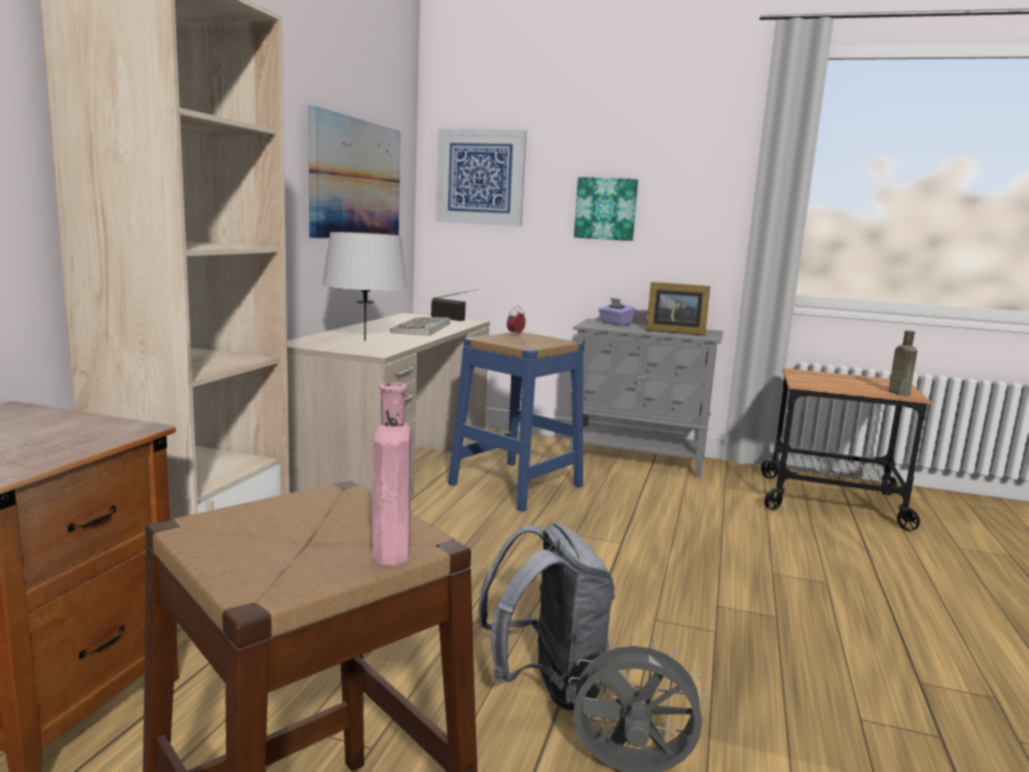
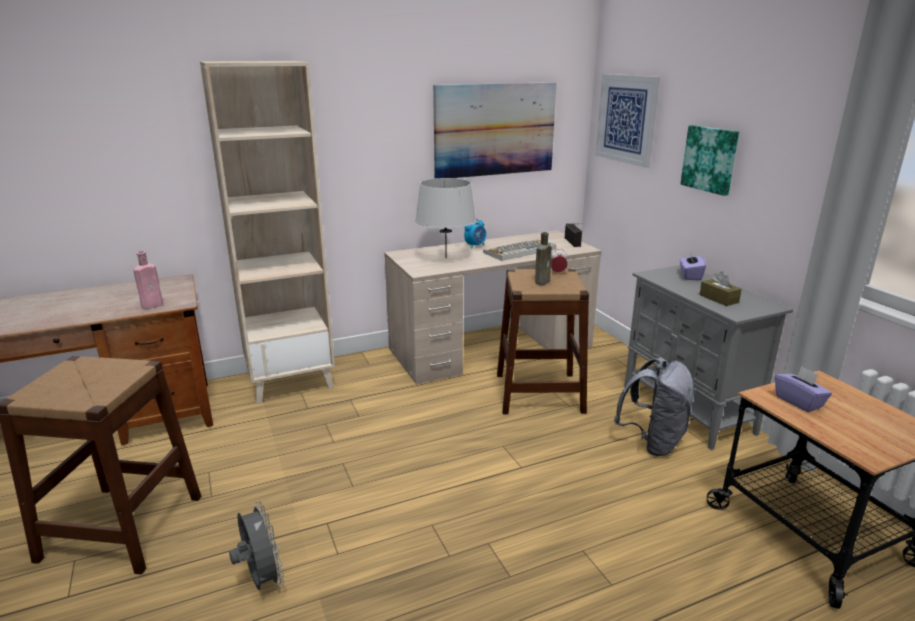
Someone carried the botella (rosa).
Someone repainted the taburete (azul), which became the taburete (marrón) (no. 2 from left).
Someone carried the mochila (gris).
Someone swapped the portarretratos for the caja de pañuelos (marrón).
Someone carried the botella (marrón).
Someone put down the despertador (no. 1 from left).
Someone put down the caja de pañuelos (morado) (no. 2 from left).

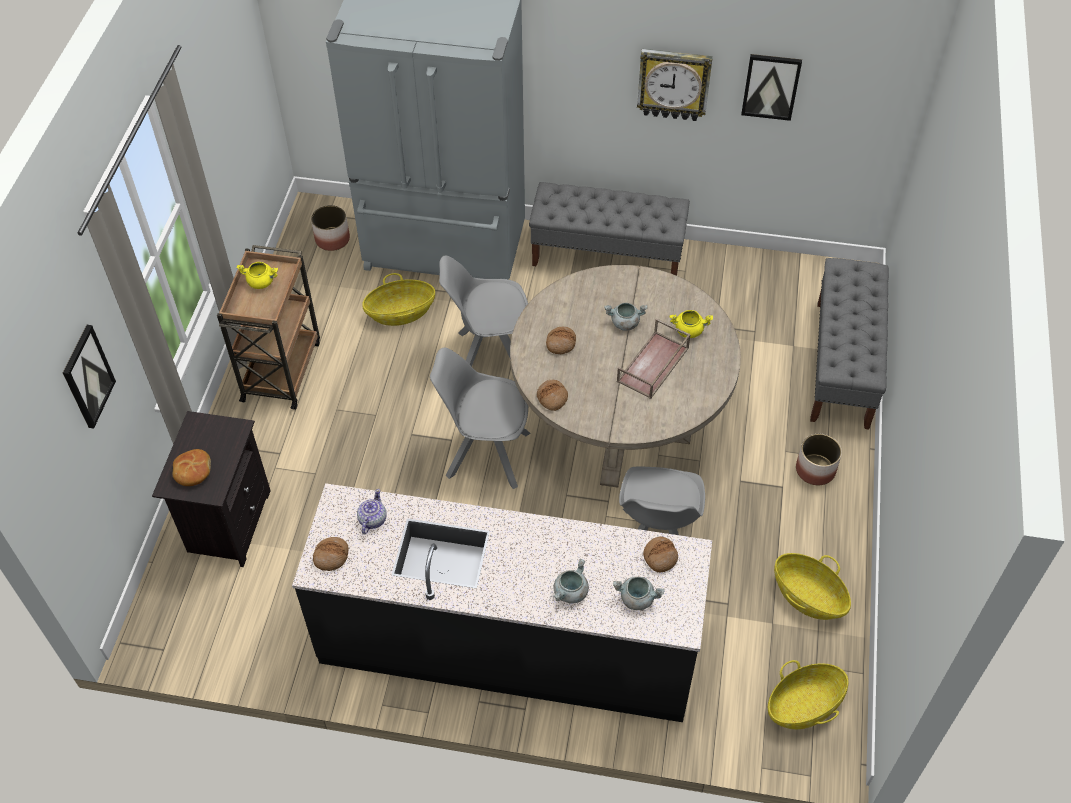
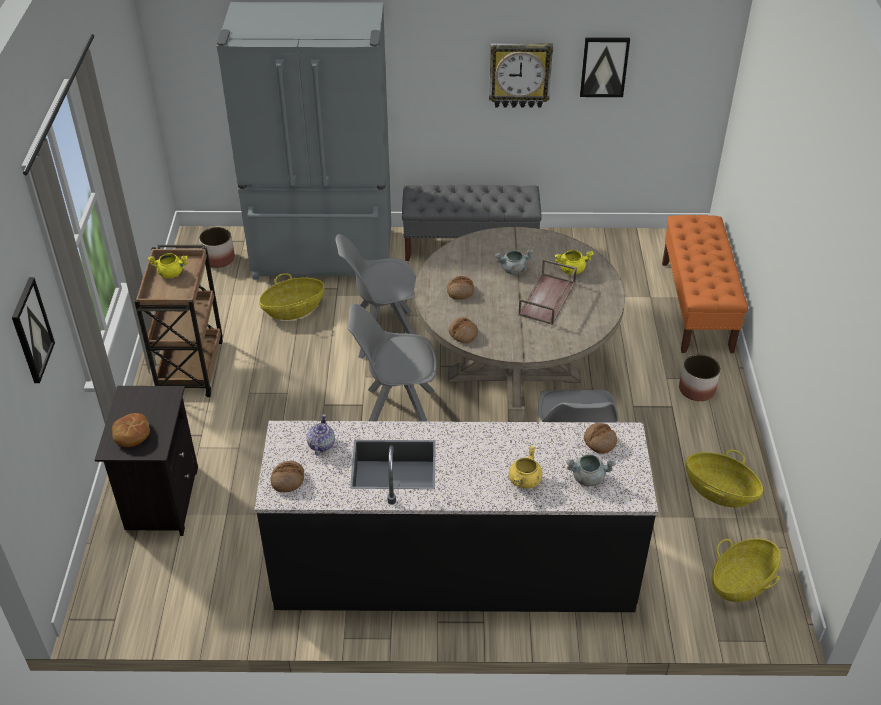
Someone repainted the olla (gris) (no. 1 from left), which became the olla (amarillo) (no. 2 from left).
Someone repainted the banco (gris) (no. 2 from left), which became the banco (naranja).

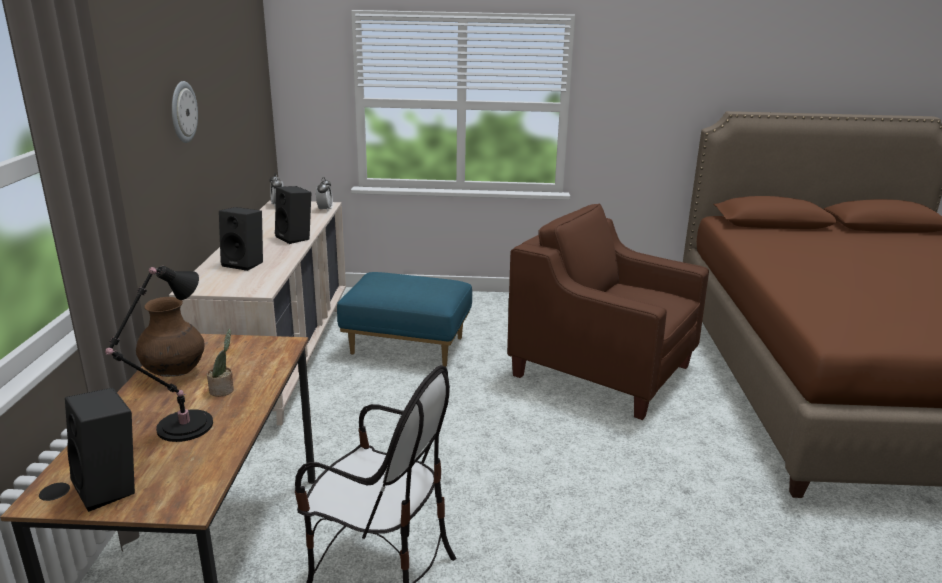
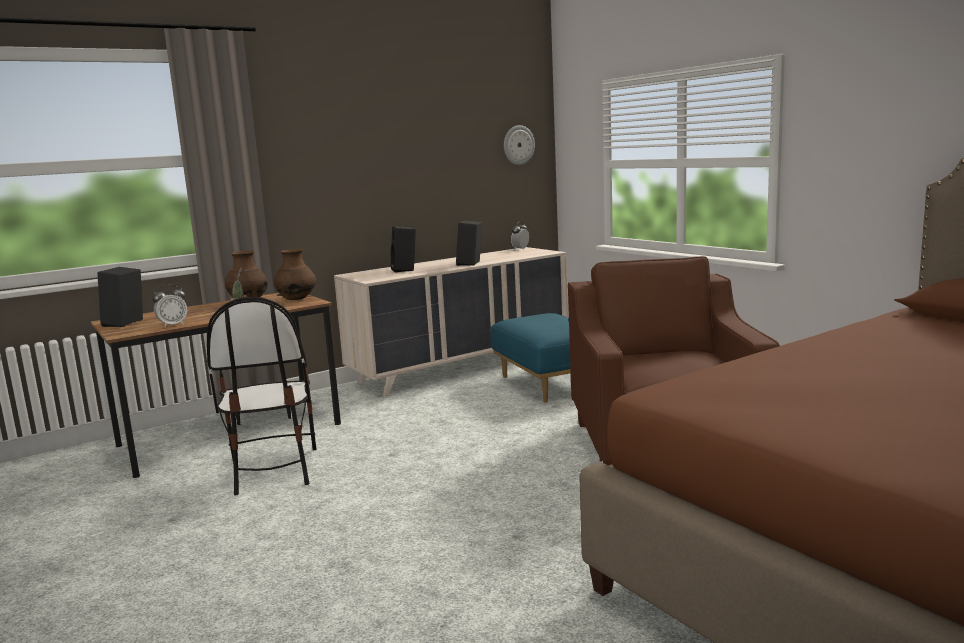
Someone took away the lámpara de mesa (negro).
Someone carried the reloj de pared.
Someone carried the despertador (no. 2 from left in the first image).
Someone put down the florero (marrón) (no. 2 from left).

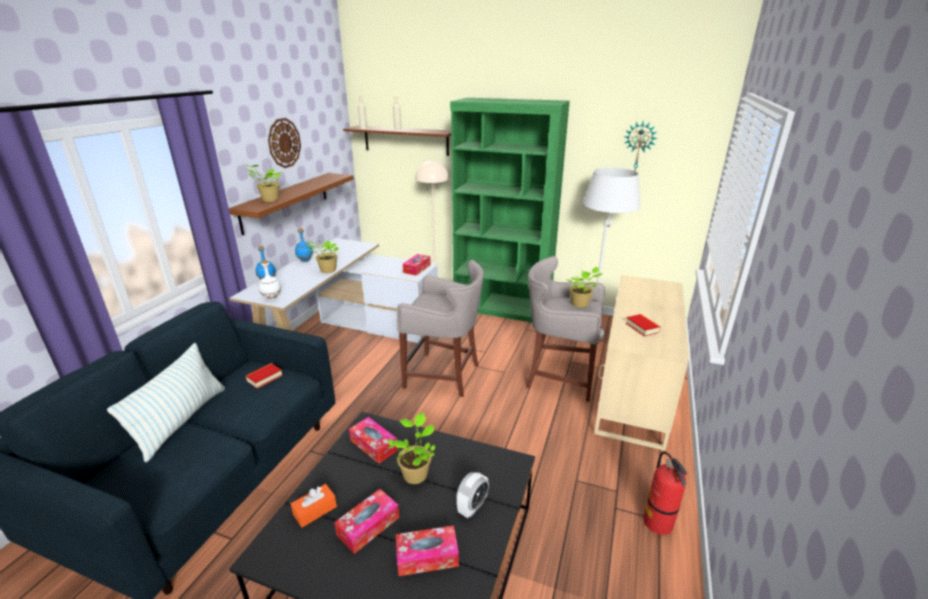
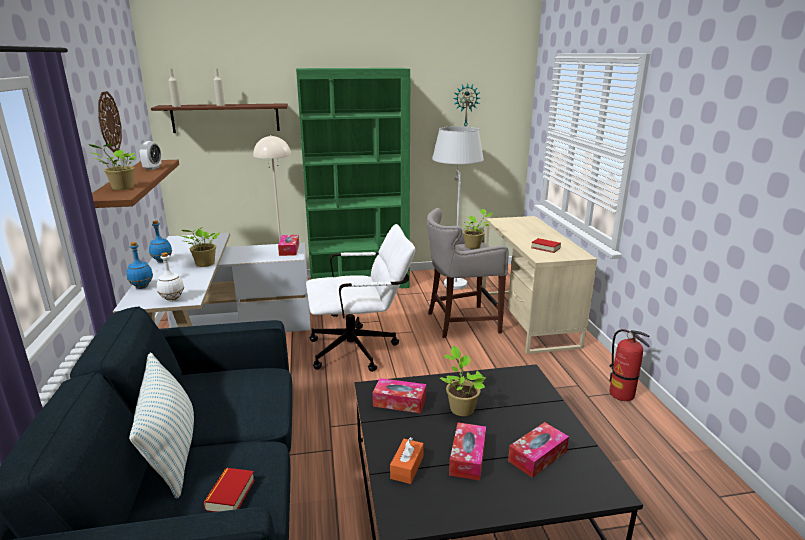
Someone carried the libro (no. 1 from left).
Someone swapped the taburete (gris) (no. 1 from left) for the silla de oficina (blanco).
Someone carried the despertador.

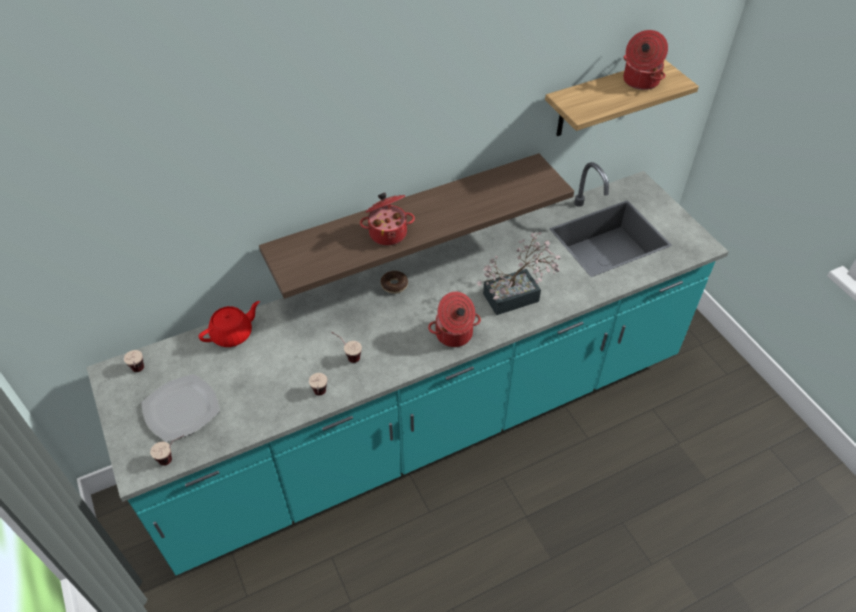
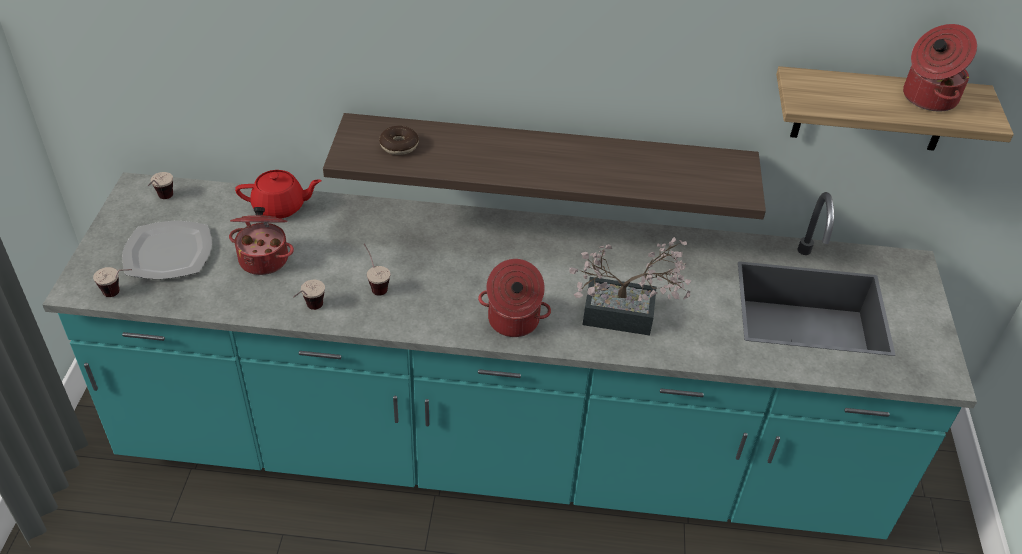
Someone carried the olla (no. 1 from left).
Someone carried the rosquilla.

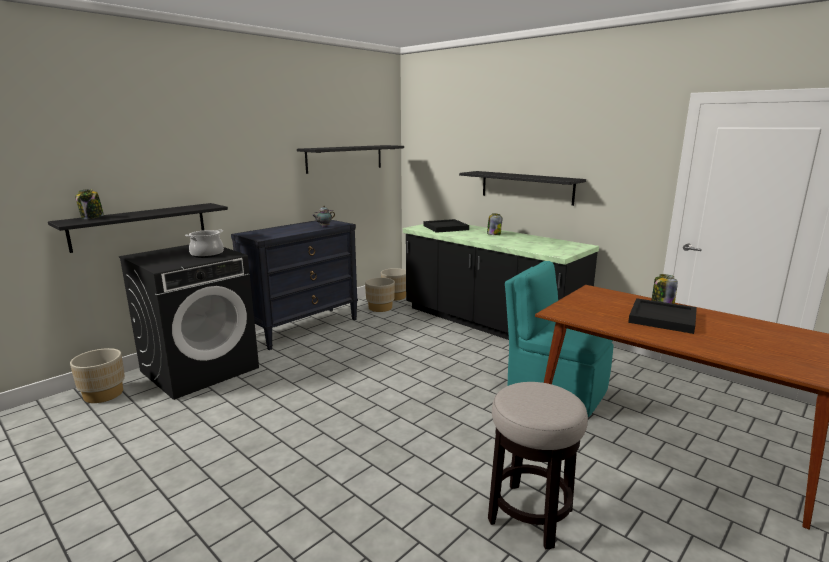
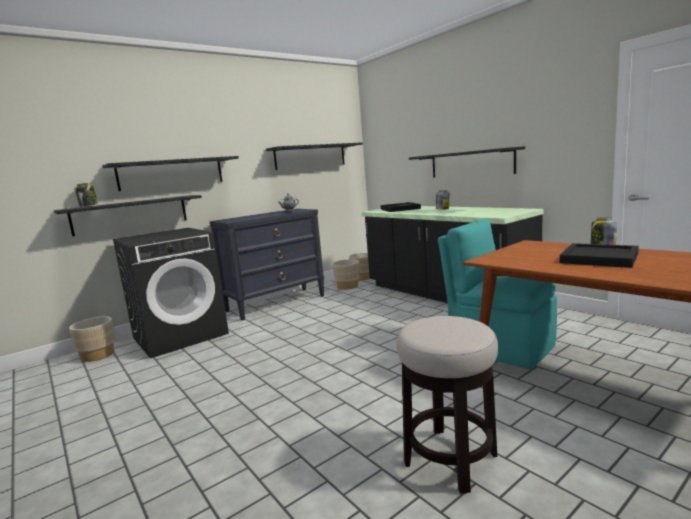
Someone took away the olla.
Someone put up the estante (negro) (no. 2 from left).

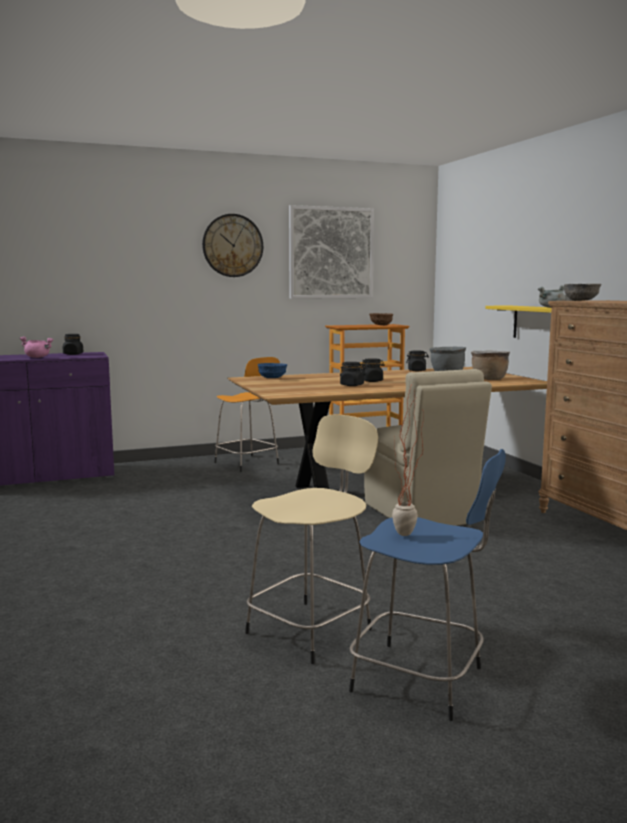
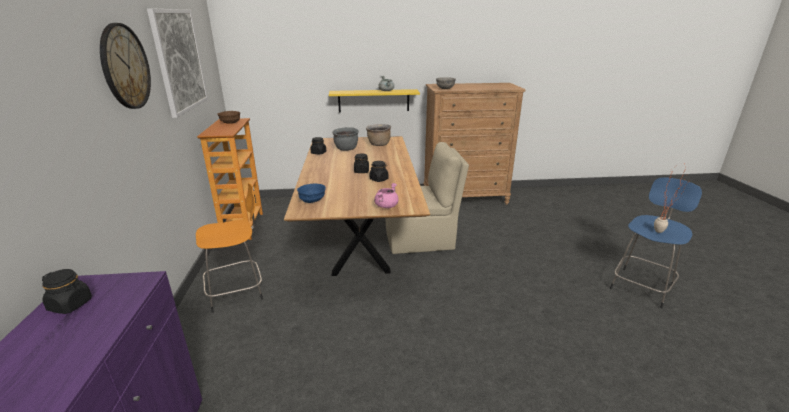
Someone carried the olla (rosa).
Someone took away the taburete (beis).

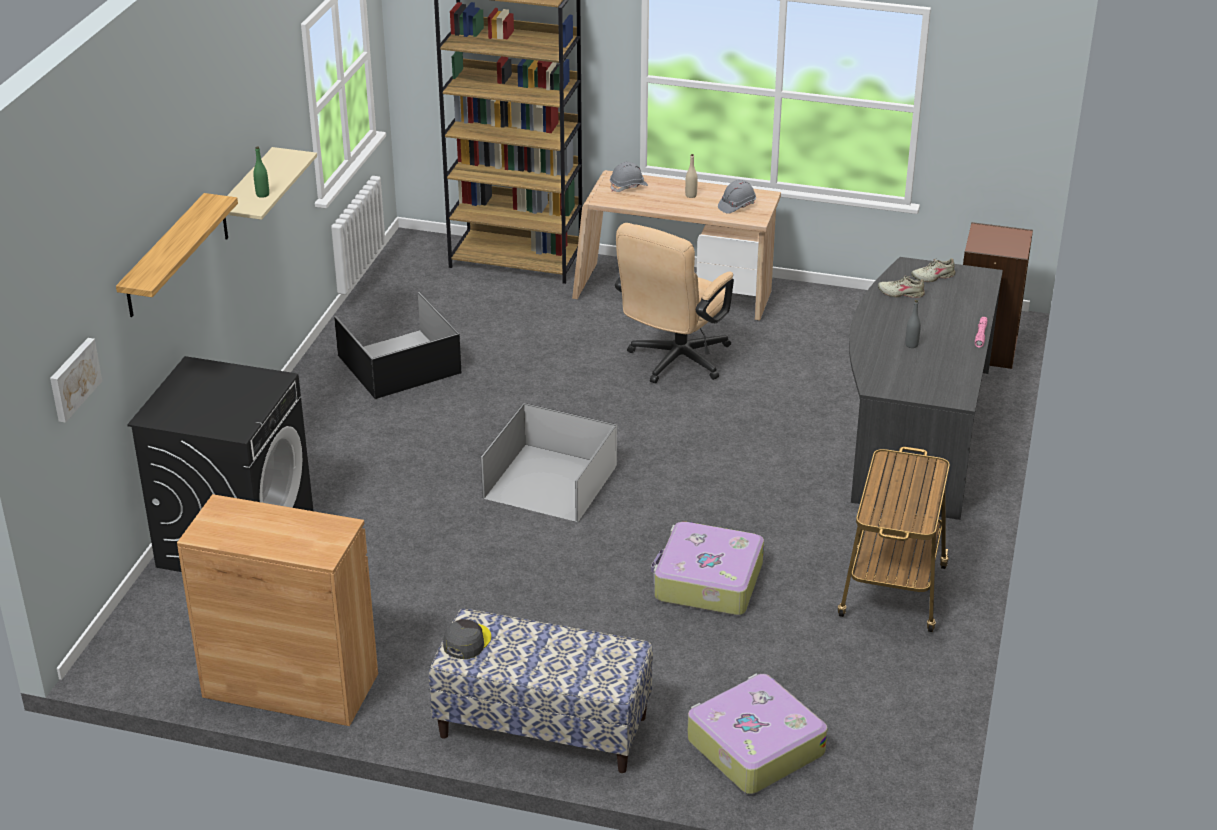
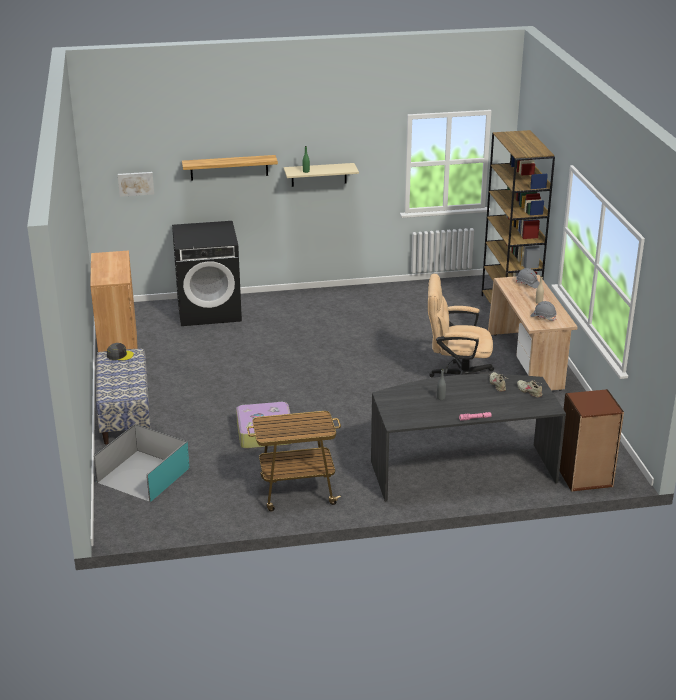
Someone took away the caja de almacenaje (negro).
Someone took away the caja de almacenaje (blanco).
Someone swapped the maleta (no. 2 from left) for the caja de almacenaje (turquesa).

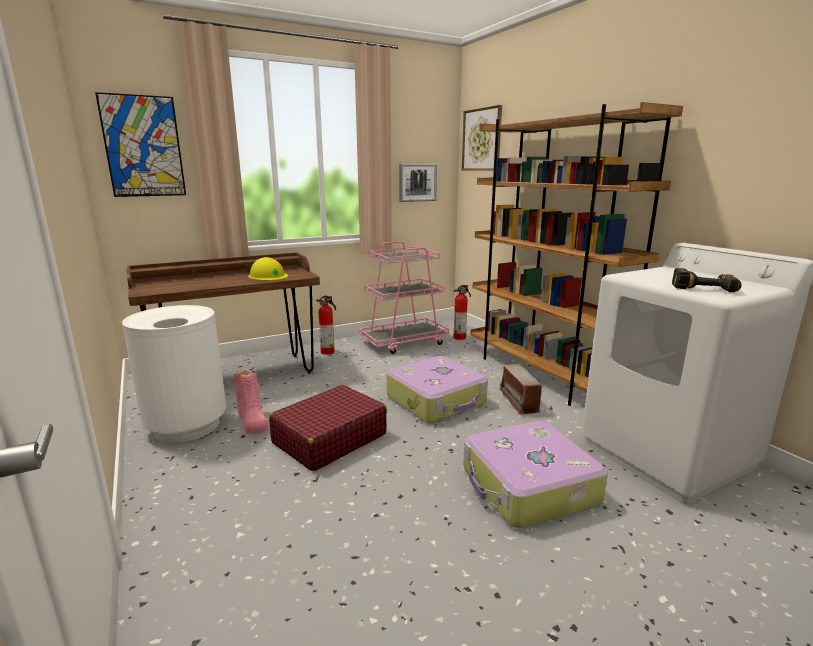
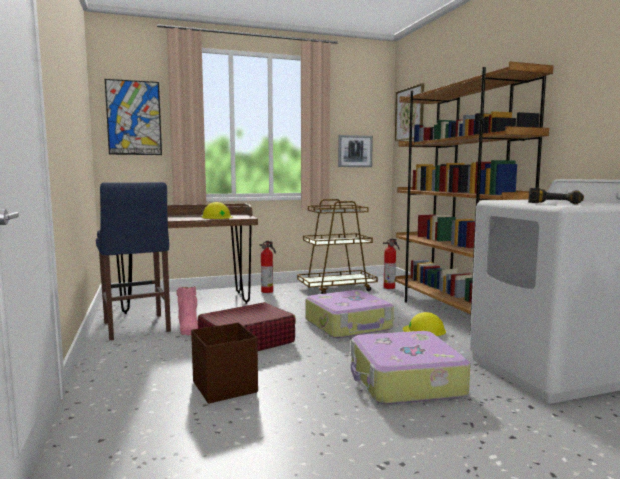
Someone swapped the papelera (blanco) for the taburete (azul).
Someone repainted the carrito (rosa), which became the carrito (marrón).
Someone swapped the radio for the casco (amarillo) (no. 2 from left).
Someone put down the caja de almacenaje (marrón).

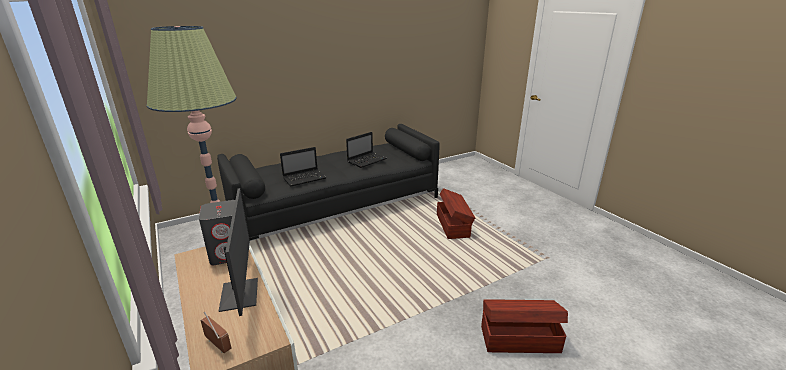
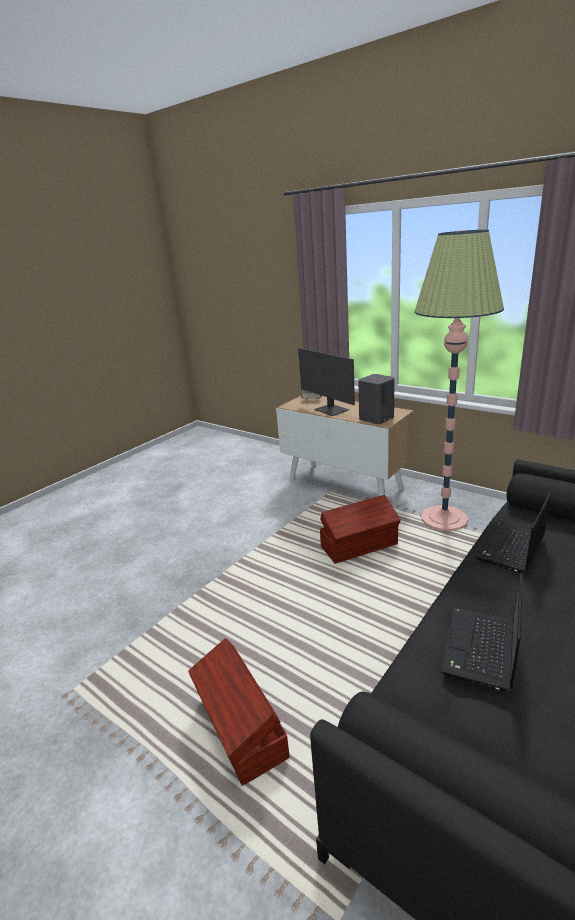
Someone carried the caja de almacenaje (marrón) (no. 2 from left).

